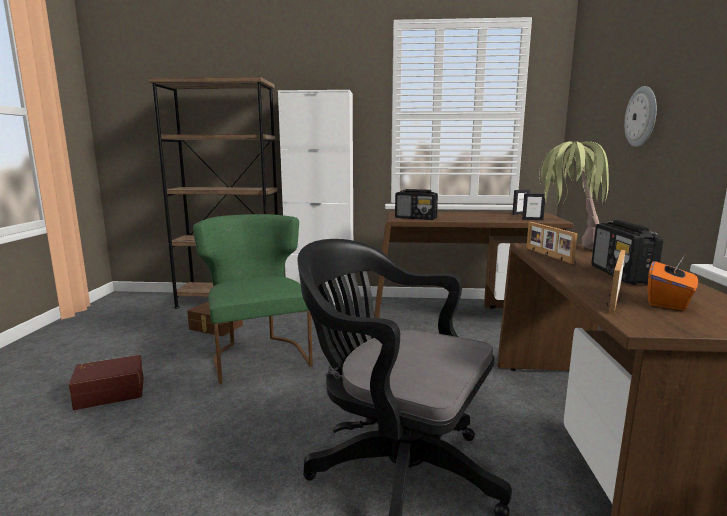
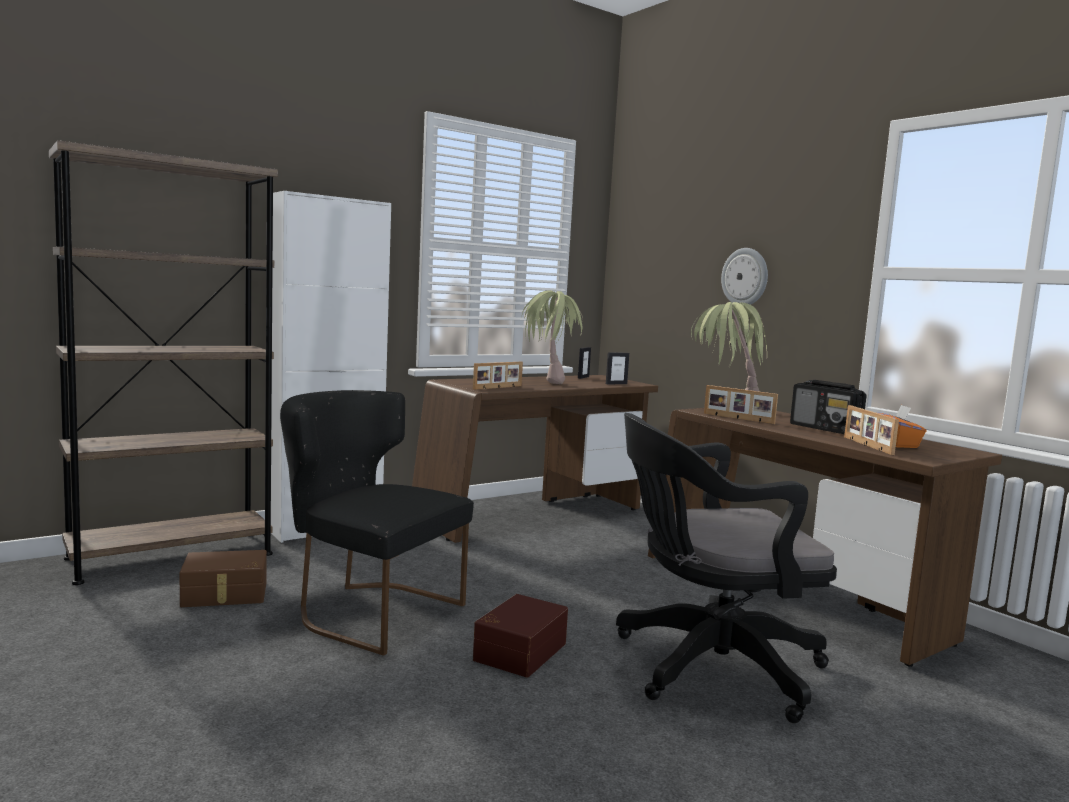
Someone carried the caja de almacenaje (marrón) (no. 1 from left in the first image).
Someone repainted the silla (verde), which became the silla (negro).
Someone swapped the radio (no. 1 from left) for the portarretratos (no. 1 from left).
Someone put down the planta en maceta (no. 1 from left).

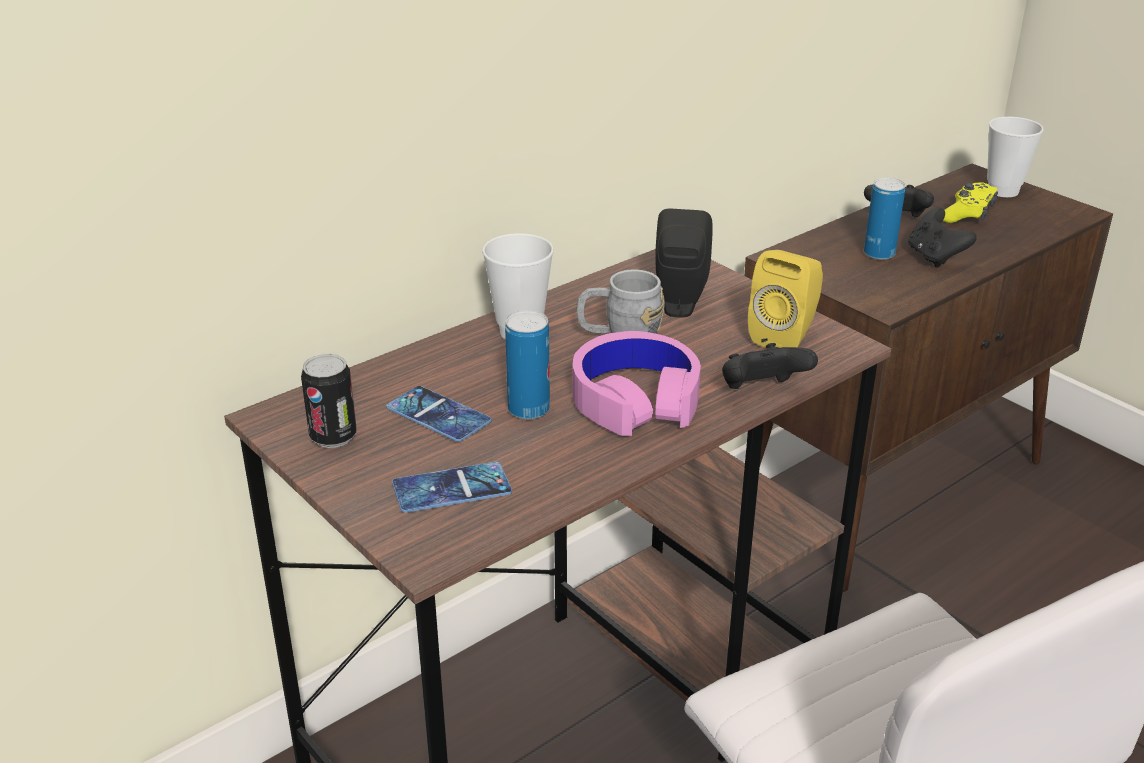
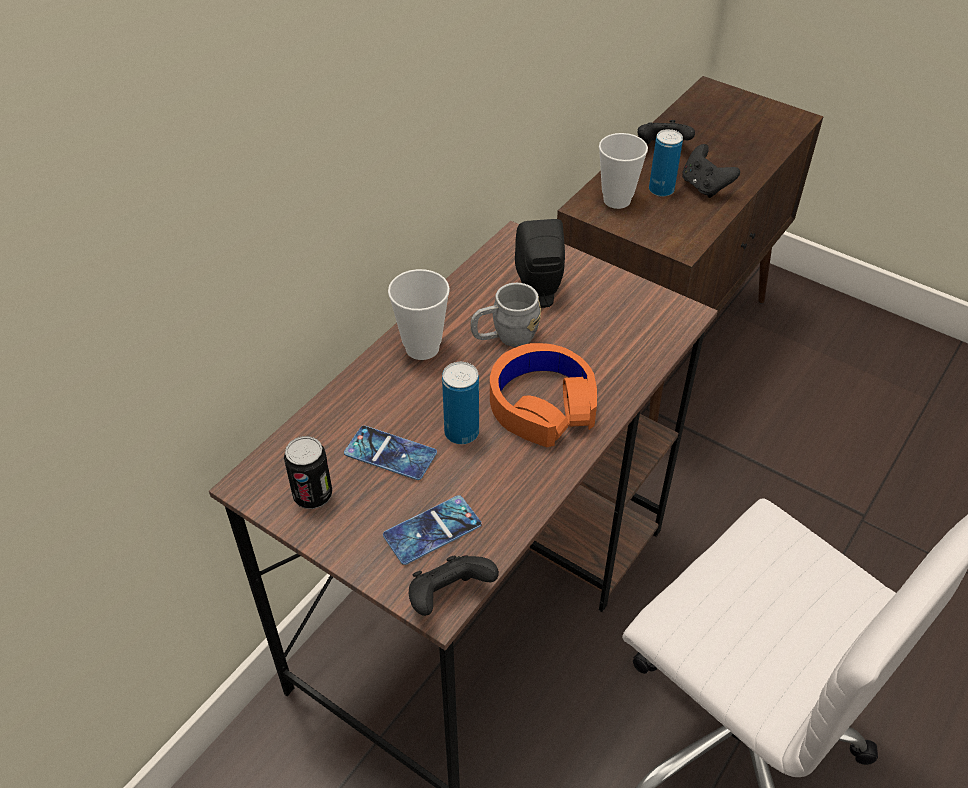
Someone repainted the auriculares (rosa), which became the auriculares (naranja).
Someone carried the mando de consola (negro) (no. 1 from left).
Someone took away the altavoz (amarillo).
Someone took away the mando de consola (amarillo).
Someone carried the taza (no. 2 from left).

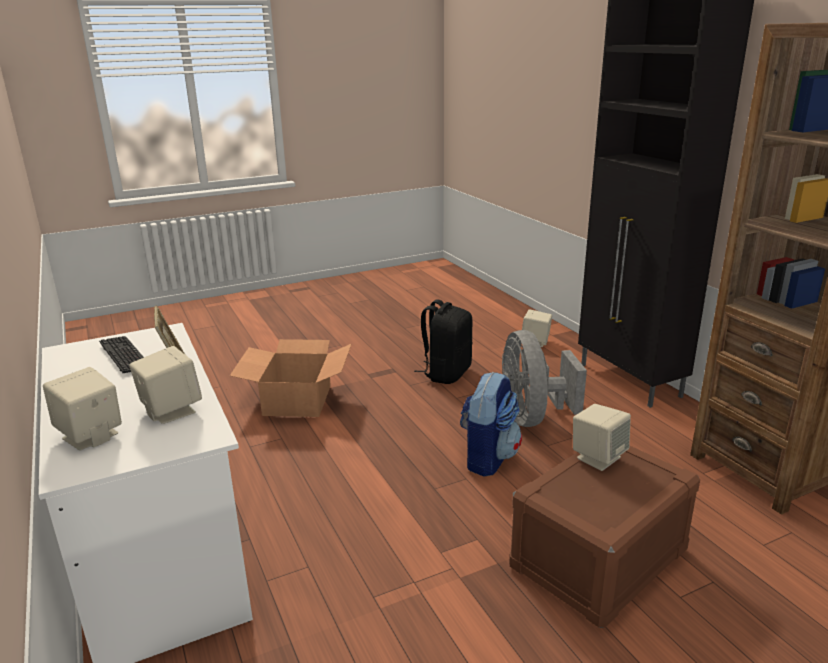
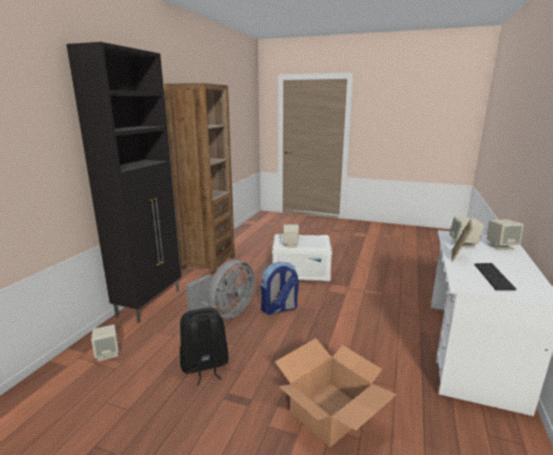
Someone repainted the caja de almacenaje (marrón), which became the caja de almacenaje (blanco).

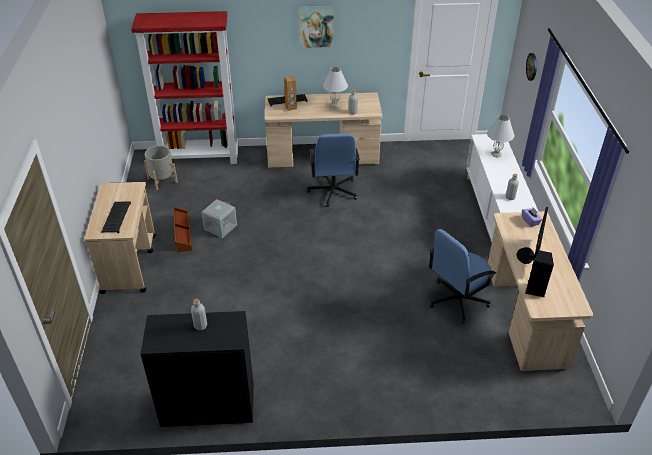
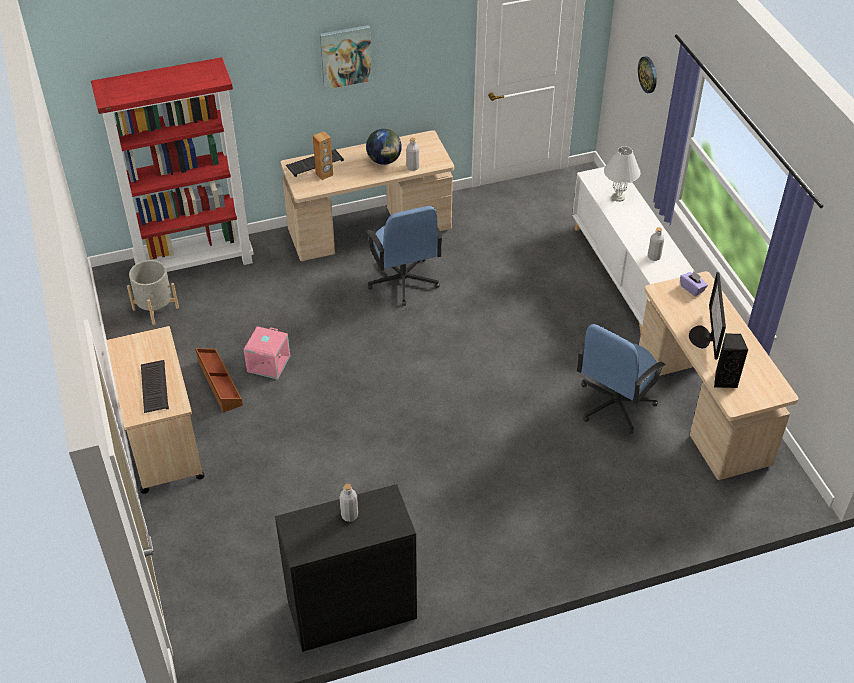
Someone repainted the caja de almacenaje (gris), which became the caja de almacenaje (rosa).
Someone swapped the lámpara de mesa (blanco) (no. 1 from left) for the globo terráqueo.

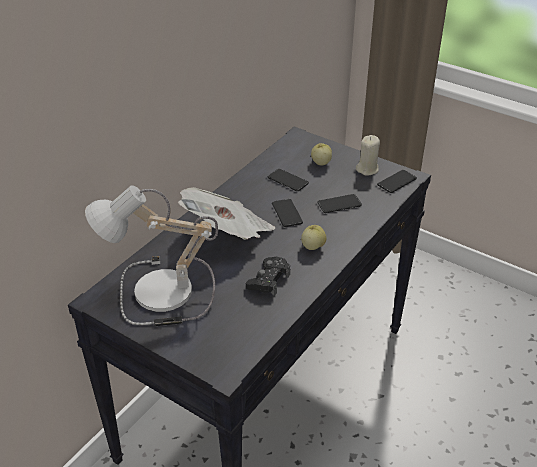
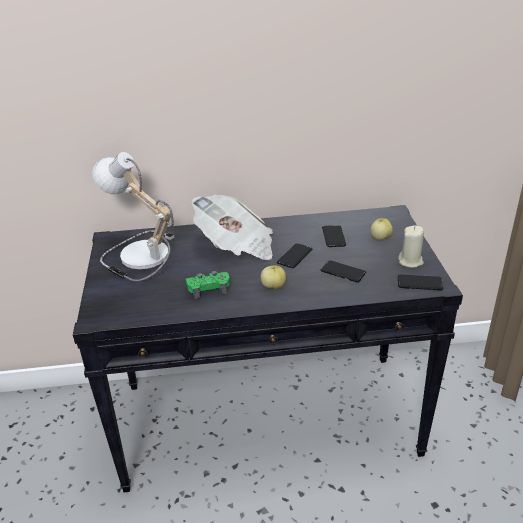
Someone repainted the mando de consola (negro), which became the mando de consola (verde).

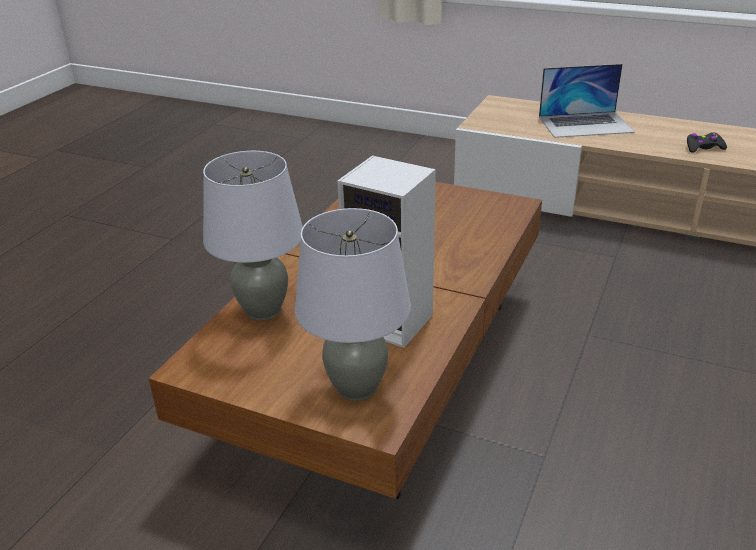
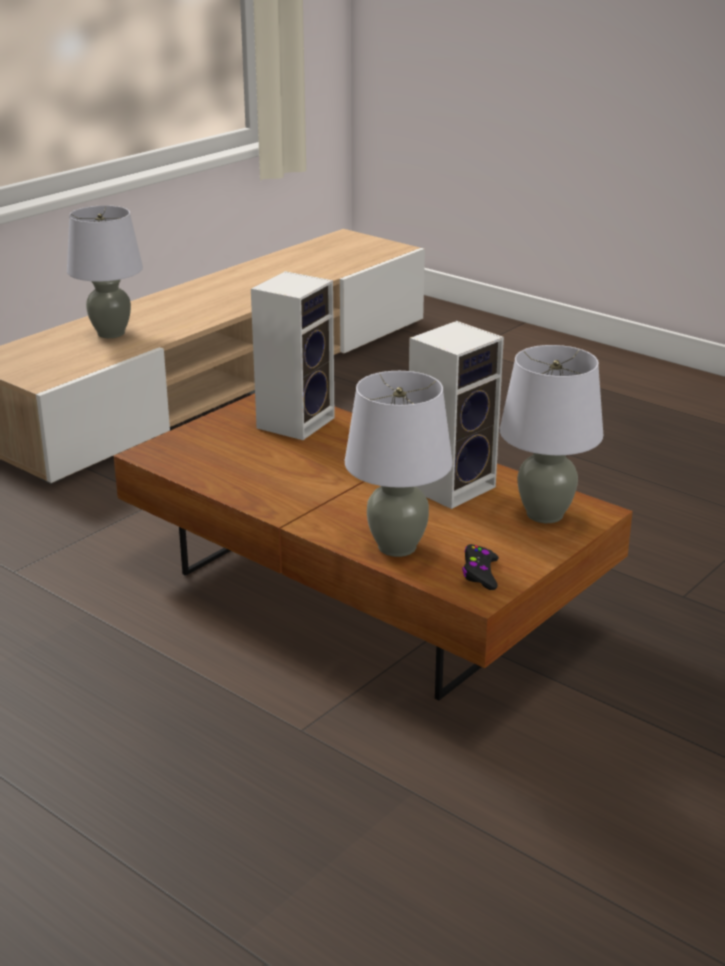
Someone swapped the portátil for the lámpara de mesa (gris) (no. 1 from left).
Someone carried the mando de consola (negro).
Someone put down the altavoz (no. 1 from left).

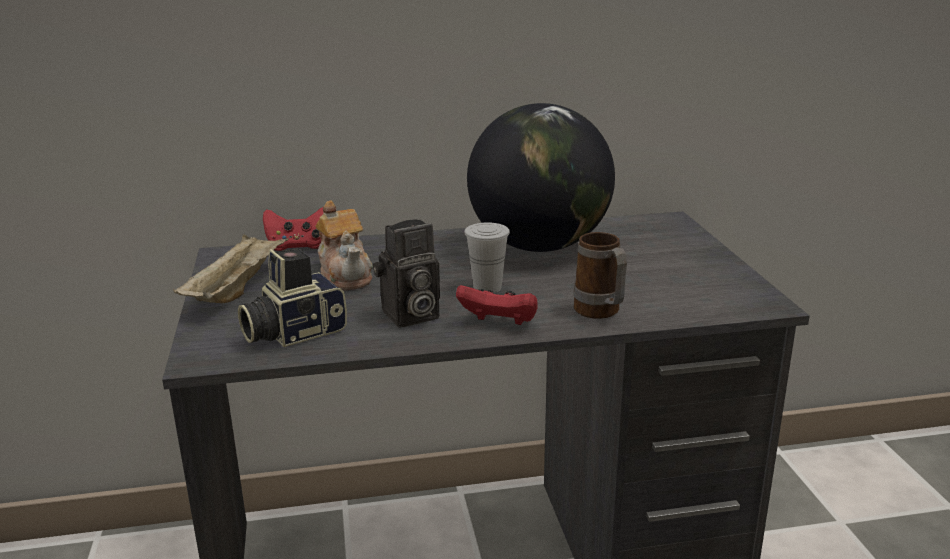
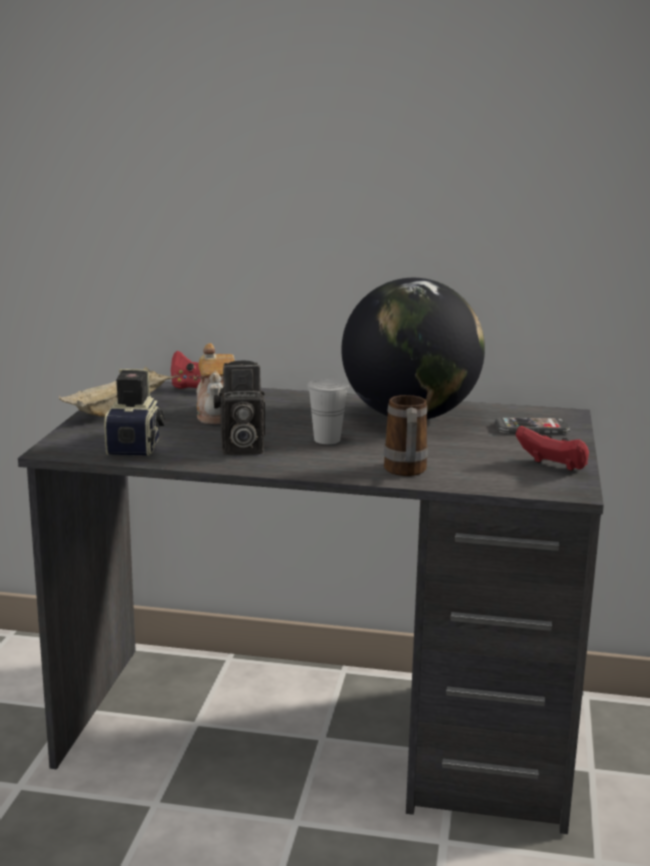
Someone rotated the cámara (no. 1 from left) by 105 degrees clockwise.
Someone carried the mando de consola (rojo) (no. 2 from left).
Someone put down the móvil.

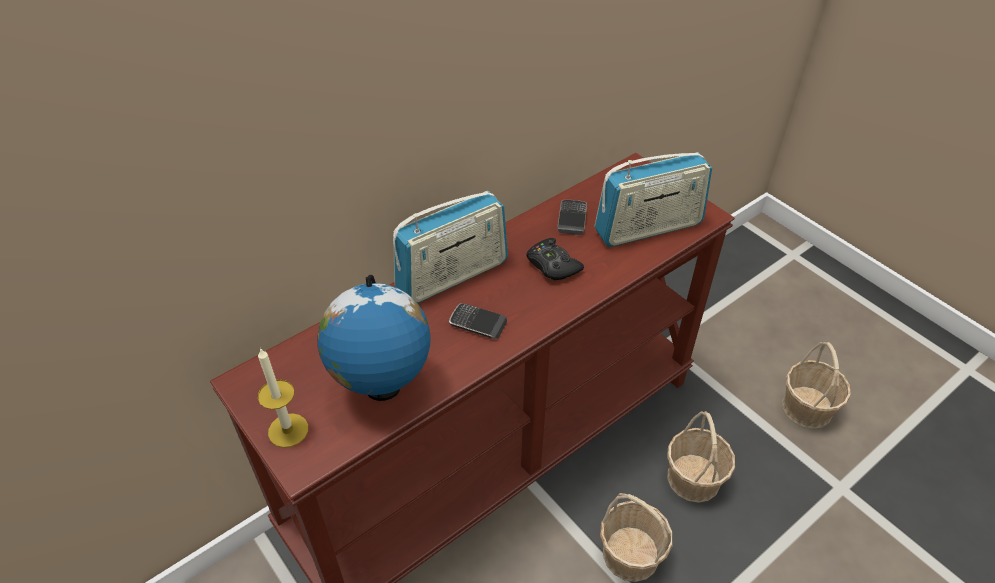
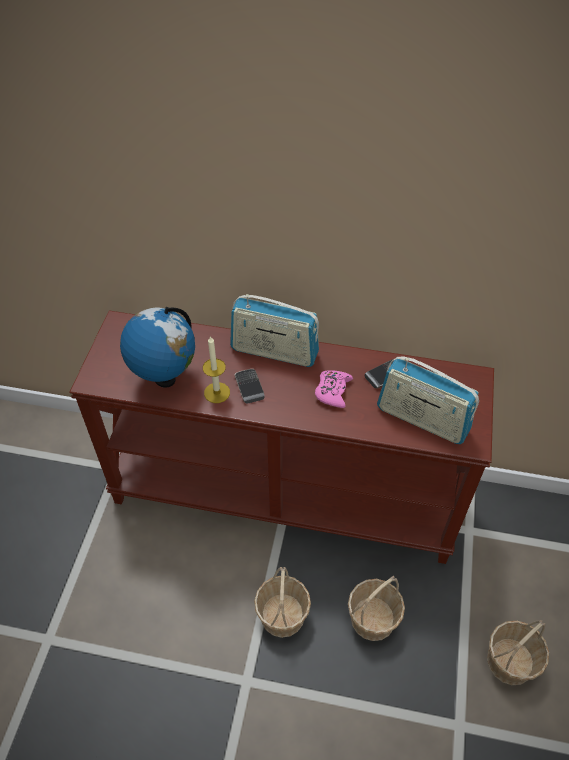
Someone carried the vela.
Someone repainted the mando de consola (negro), which became the mando de consola (rosa).

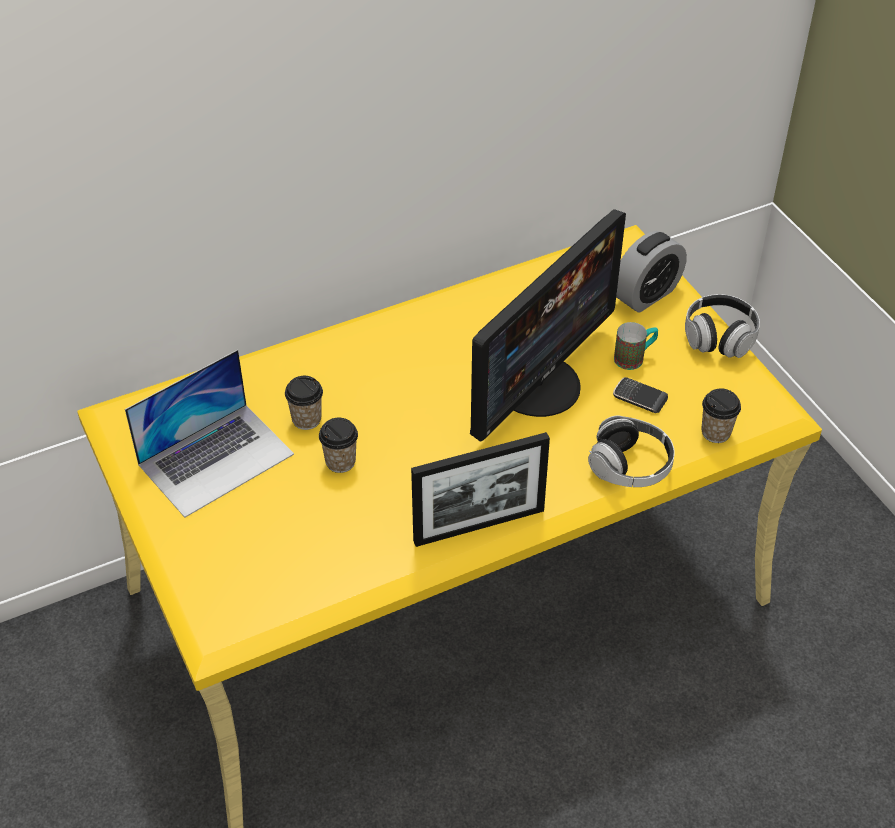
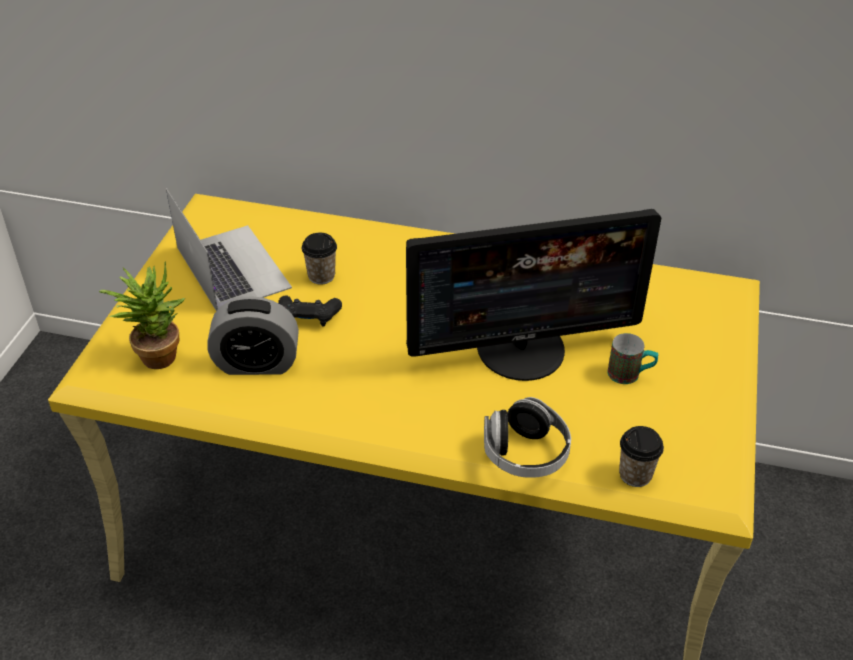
Someone rotated the portátil by 120 degrees counterclockwise.
Someone swapped the taza (no. 2 from left) for the mando de consola (negro).
Someone took away the portarretratos.
Someone took away the móvil.
Someone carried the despertador.
Someone took away the auriculares (no. 2 from left).
Someone put down the planta en maceta.

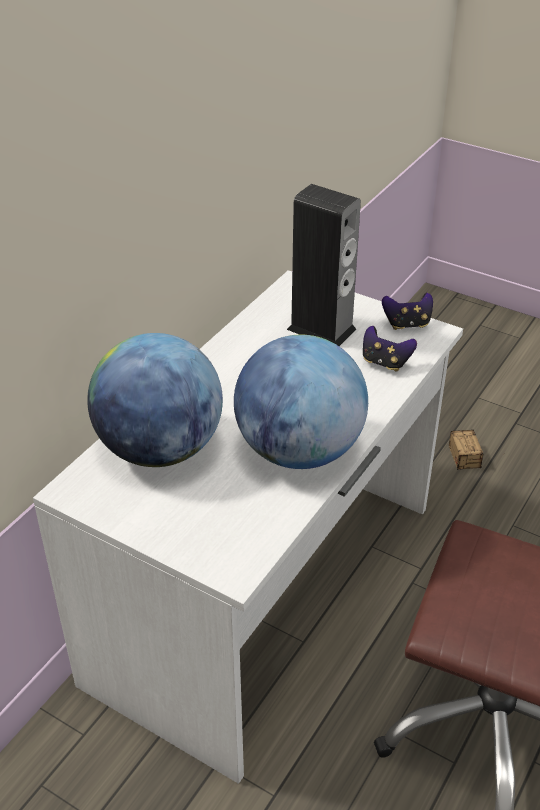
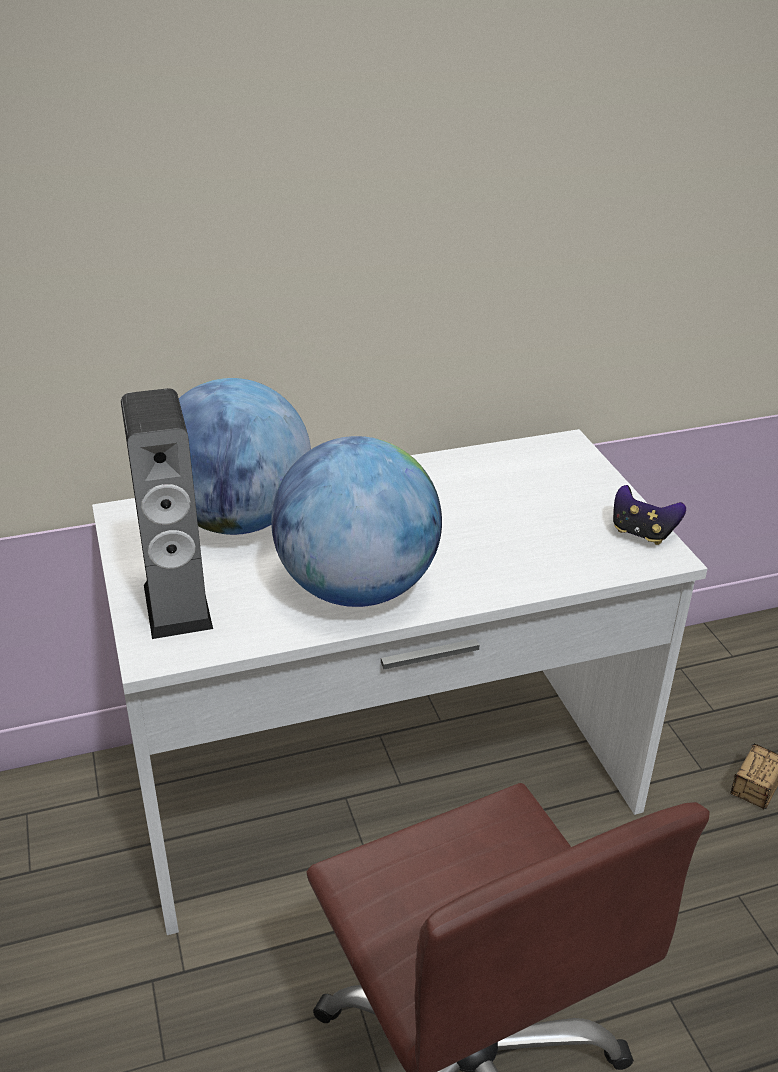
Someone carried the altavoz.
Someone took away the mando de consola (no. 1 from left).

